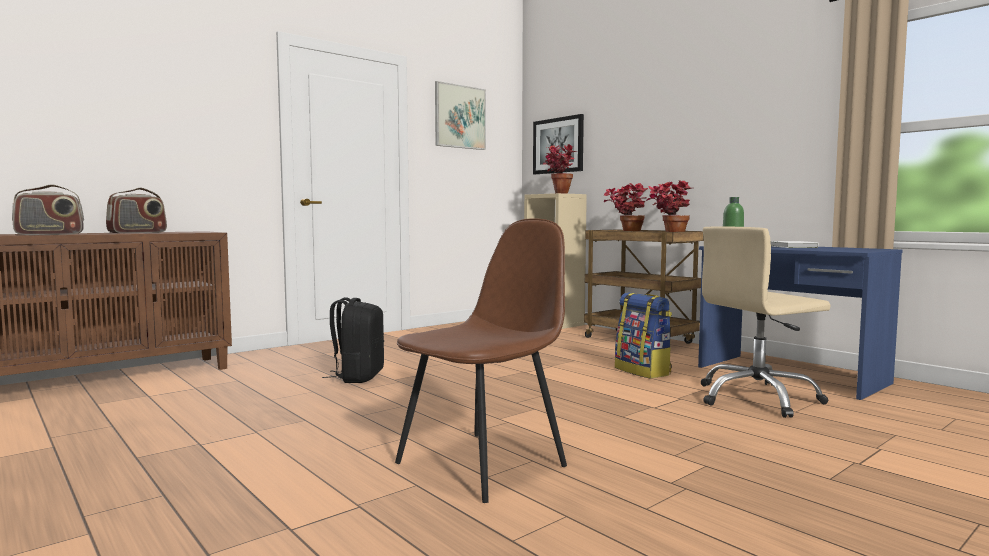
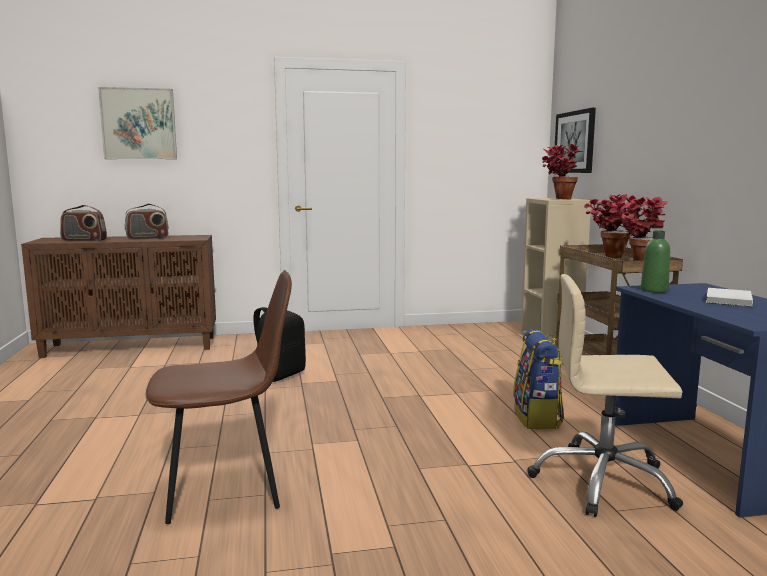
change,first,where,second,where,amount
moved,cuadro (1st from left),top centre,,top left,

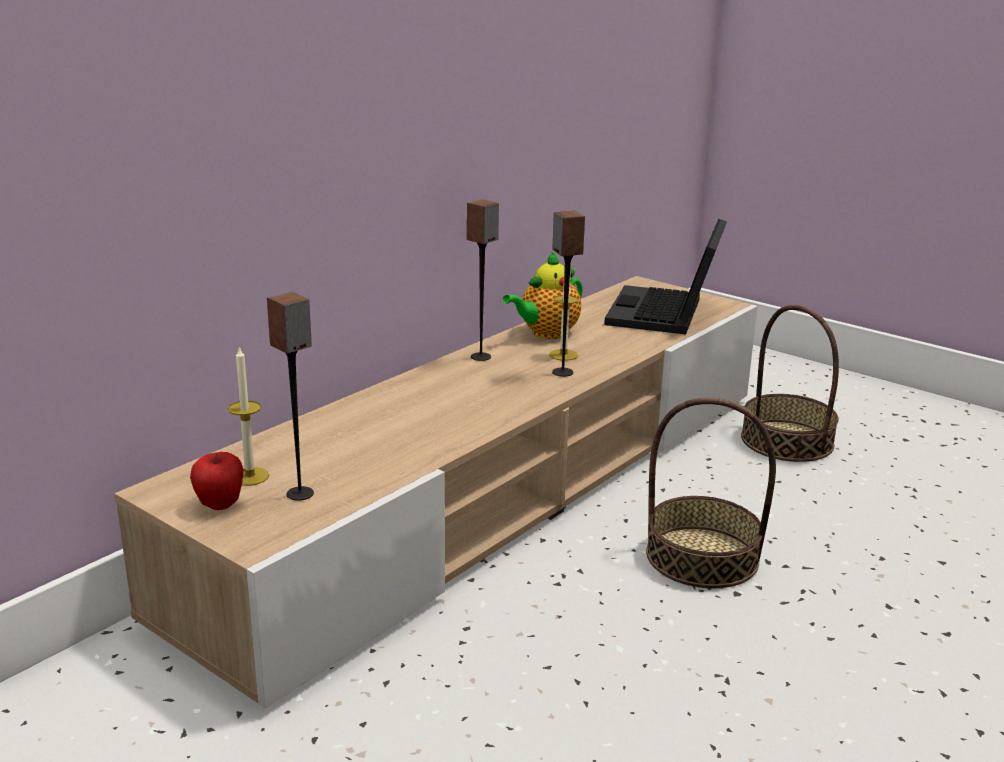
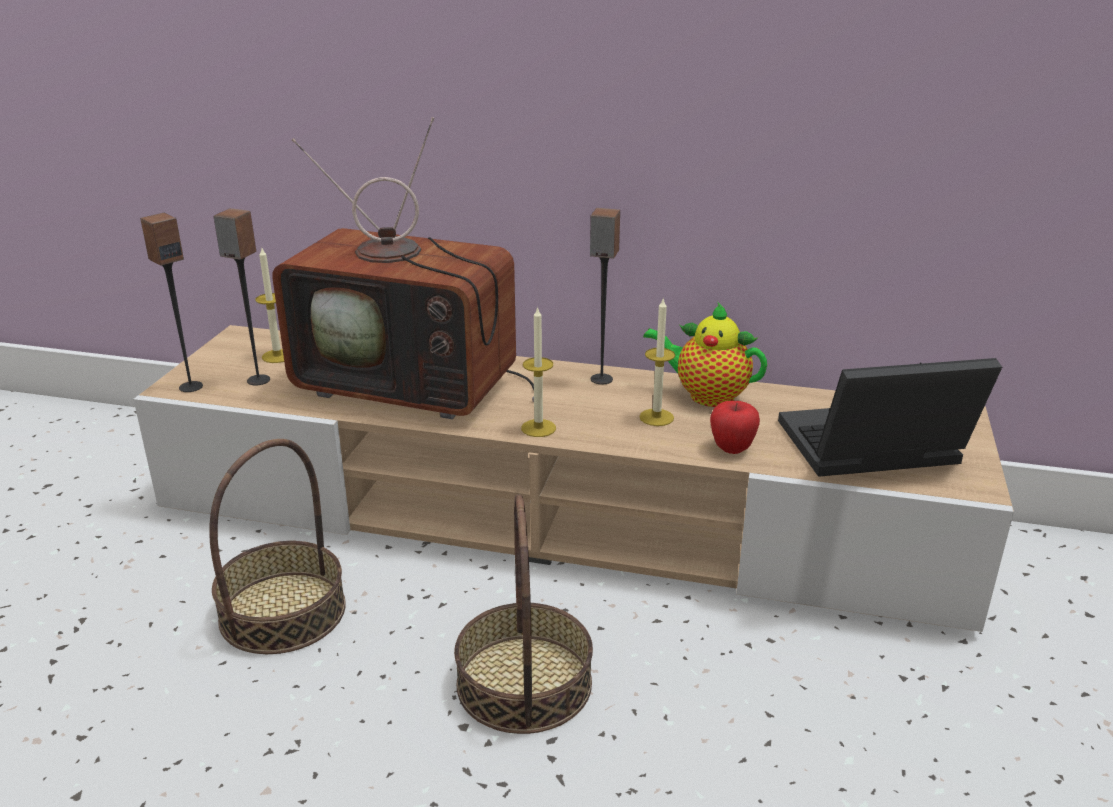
change,first,where,second,where,amount
moved,altavoz (3rd from left in the first image),centre,altavoz (1st from left),middle left,
moved,cesta (2nd from left in the first image),middle right,cesta (1st from left),bottom left,
added,,,televisor,top centre,
added,,,vela (2nd from left),centre,
moved,manzana,middle left,,centre,

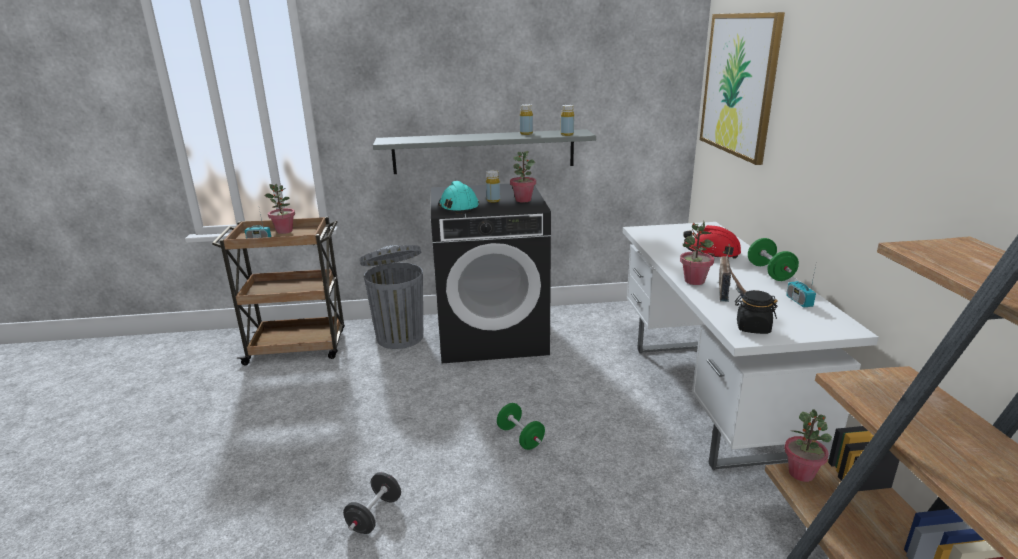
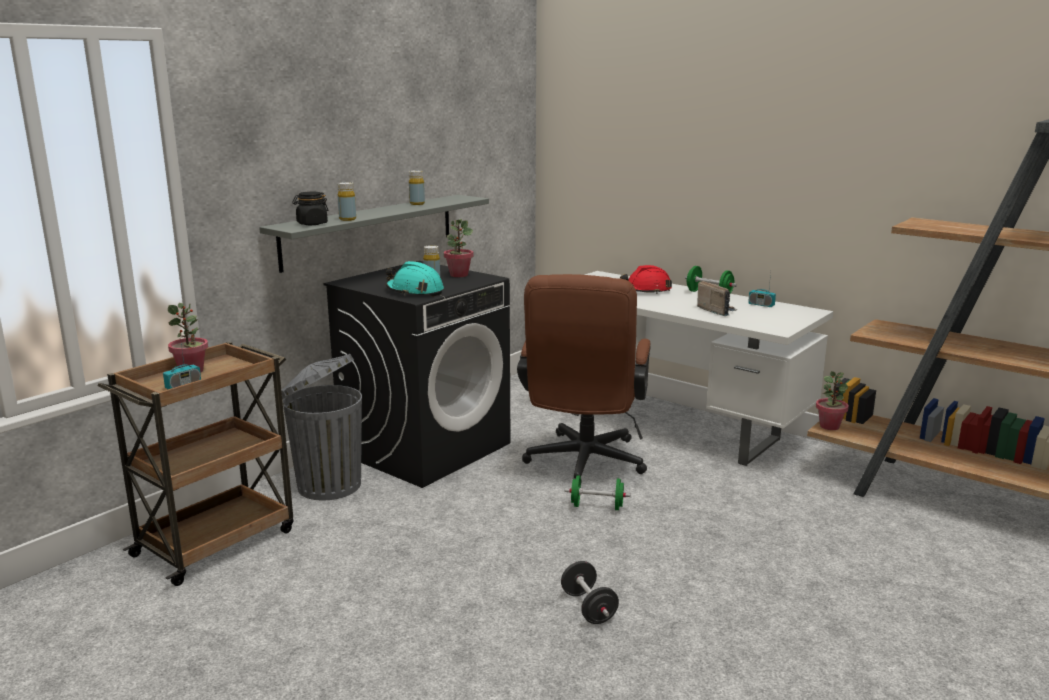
change,first,where,second,where,amount
moved,tarro (negro),middle right,,top left,
moved,botella (amarillo) (3rd from left in the first image),top centre,botella (amarillo) (1st from left),top left,
added,,,silla de oficina (marrón),centre,
removed,planta en maceta (3rd from left),middle right,,,
removed,cuadro,top right,,,

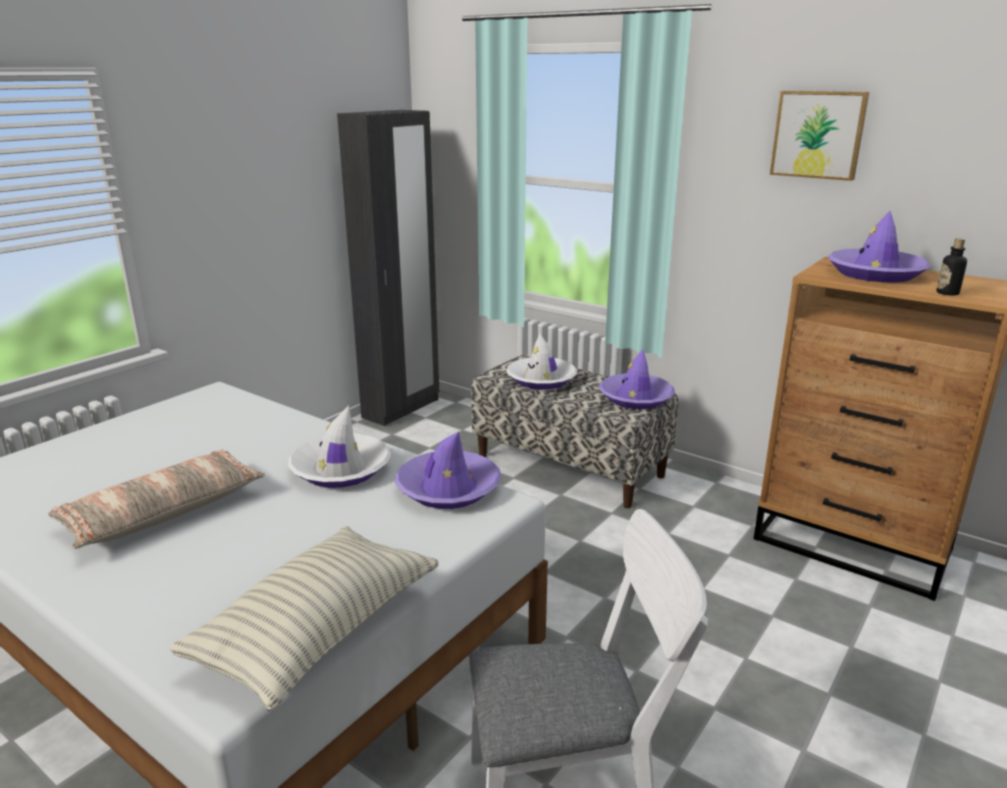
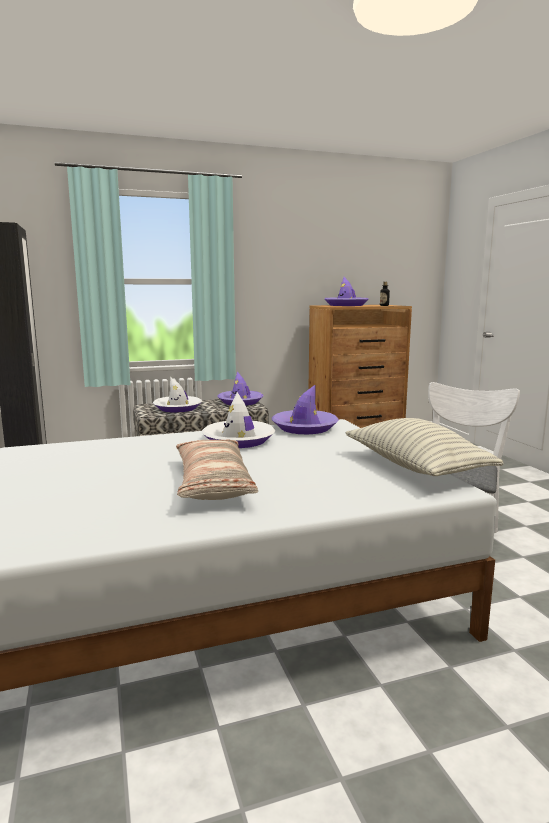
change,first,where,second,where,amount
removed,cuadro,top right,,,

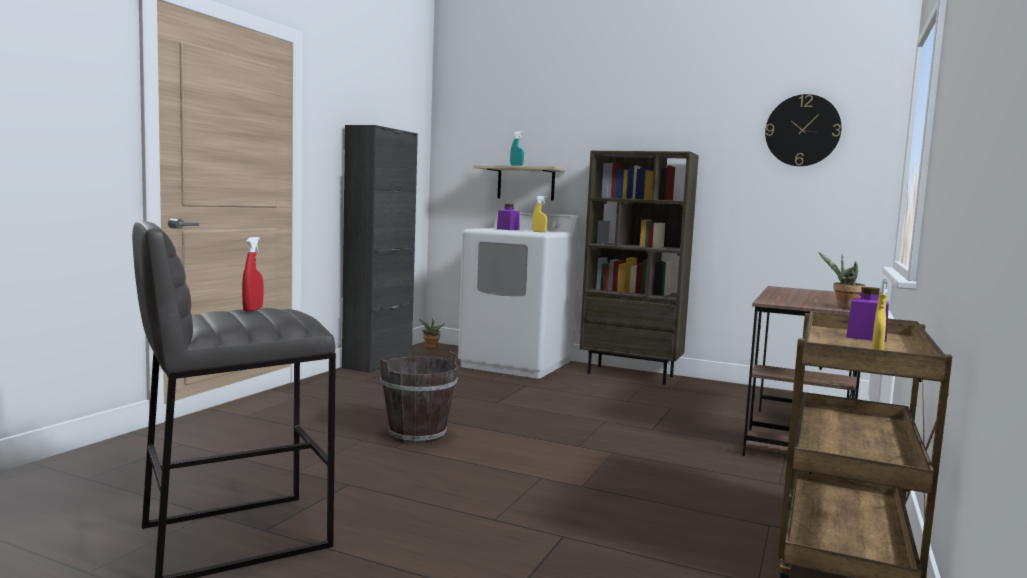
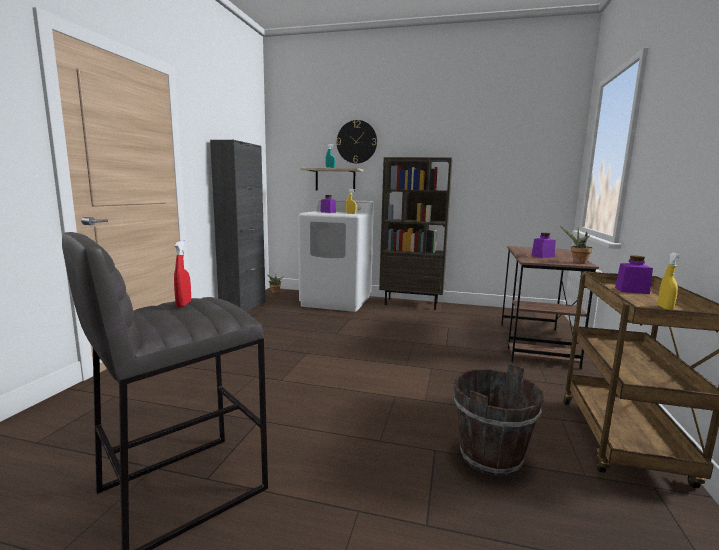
change,first,where,second,where,amount
moved,reloj de pared,top right,,top centre,
moved,cubo (marrón),bottom centre,,bottom right,
added,,,tarro (morado) (2nd from left),middle right,

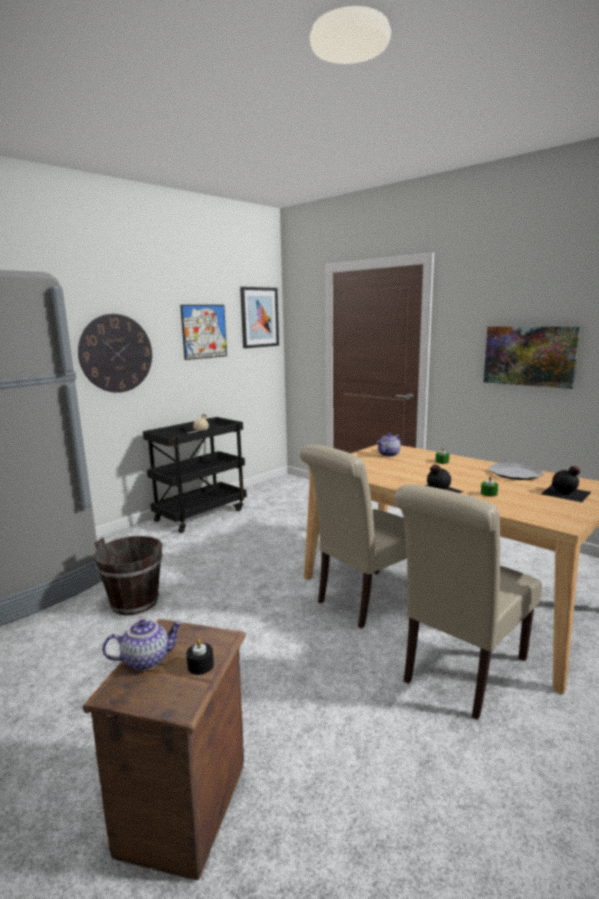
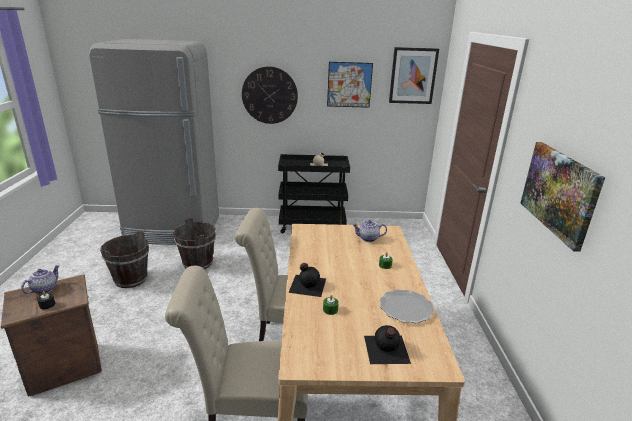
change,first,where,second,where,amount
turned,tetera (1st from left),bottom left,,middle left,90 degrees counterclockwise
added,,,cubo (marrón) (1st from left),middle left,

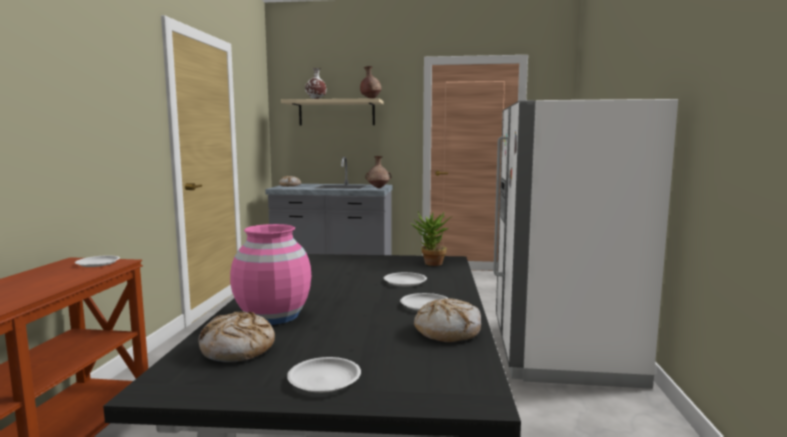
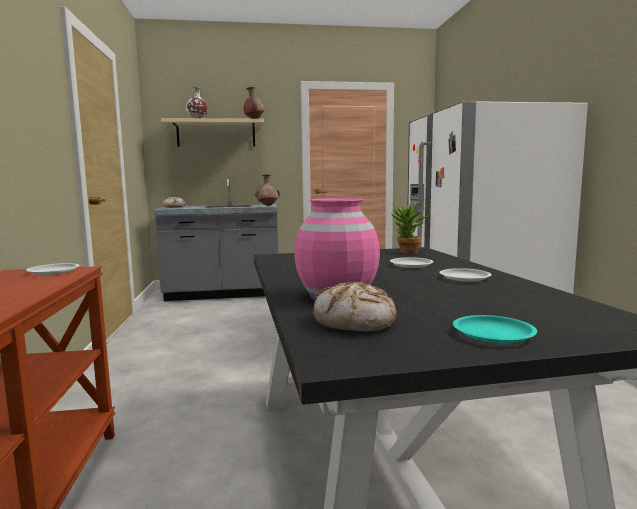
change,first,where,second,where,amount
recoloured,plato (blanco) (2nd from left),bottom centre,plato (turquesa),middle right,
removed,pan (3rd from left),bottom centre,,,

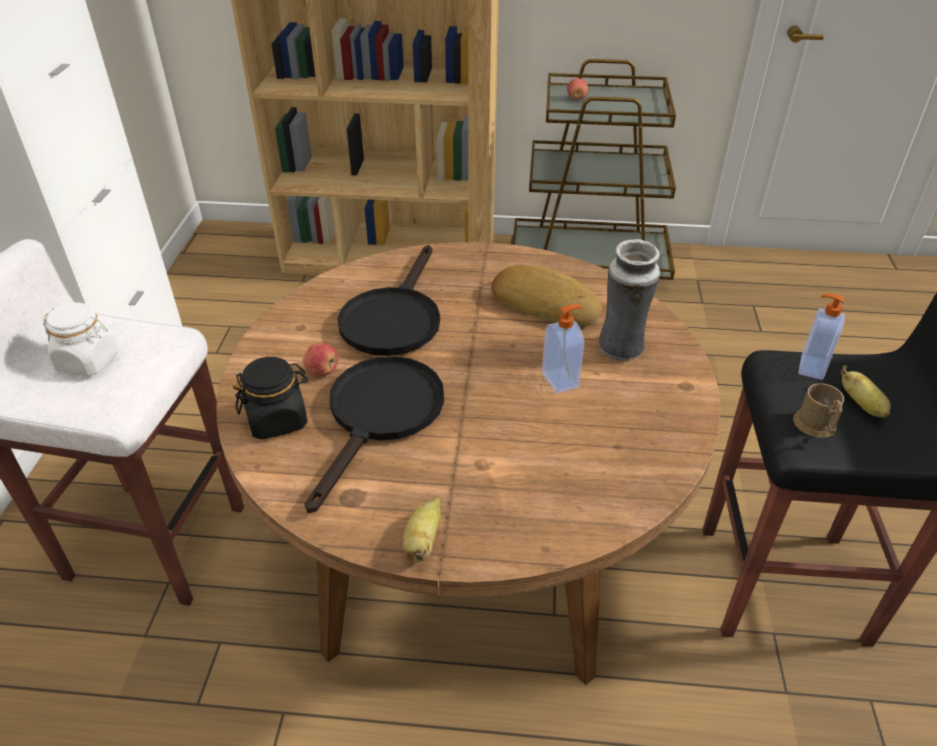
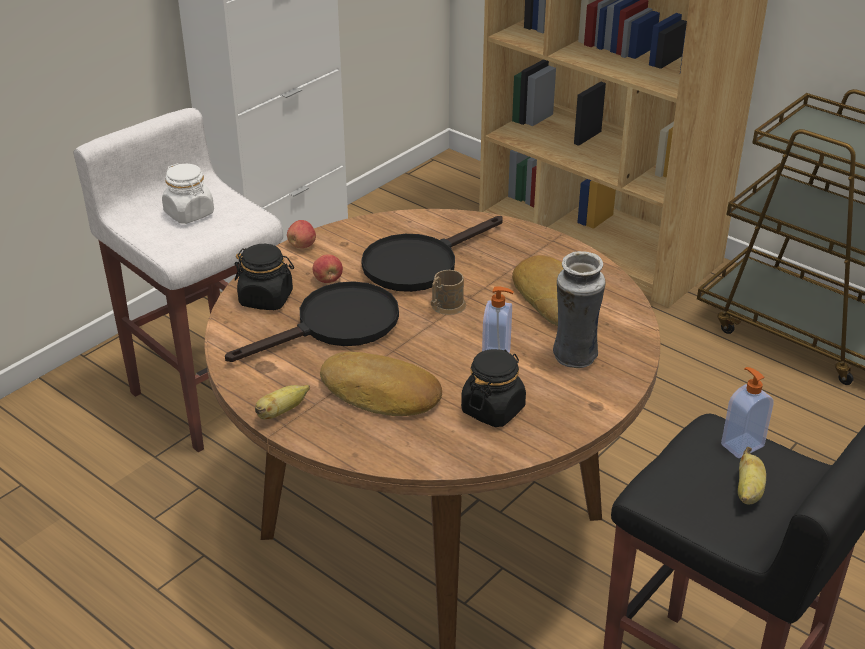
change,first,where,second,where,amount
moved,manzana (2nd from left in the first image),top centre,manzana (1st from left),centre,
added,,,pan (1st from left),centre,
moved,taza grande (marrón),middle right,,centre,
added,,,tarro (negro) (2nd from left),centre,

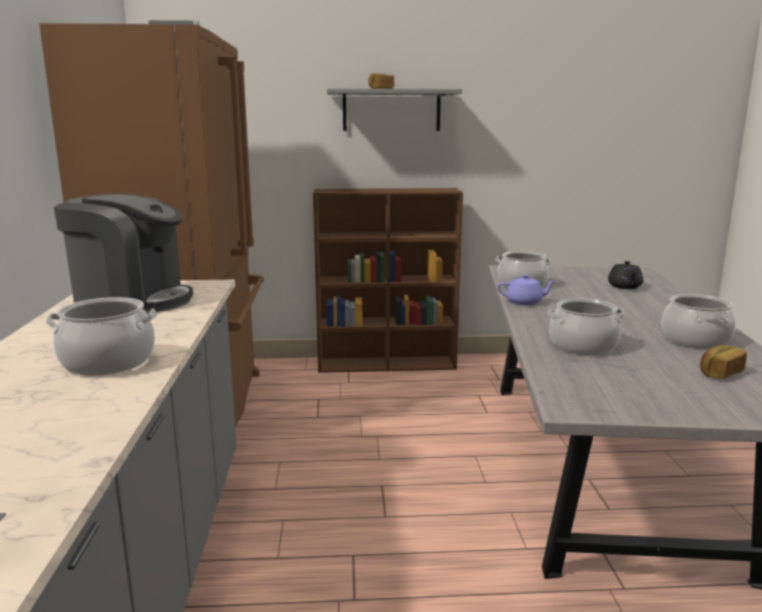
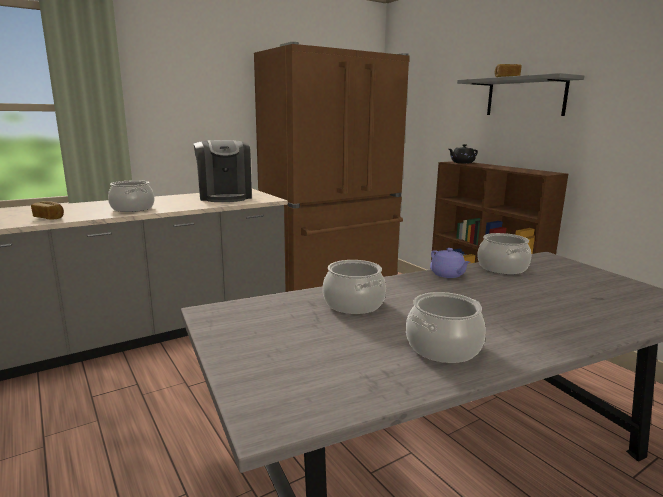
change,first,where,second,where,amount
moved,pan (2nd from left in the first image),middle right,pan (1st from left),middle left,
moved,tetera (negro),middle right,,top right,

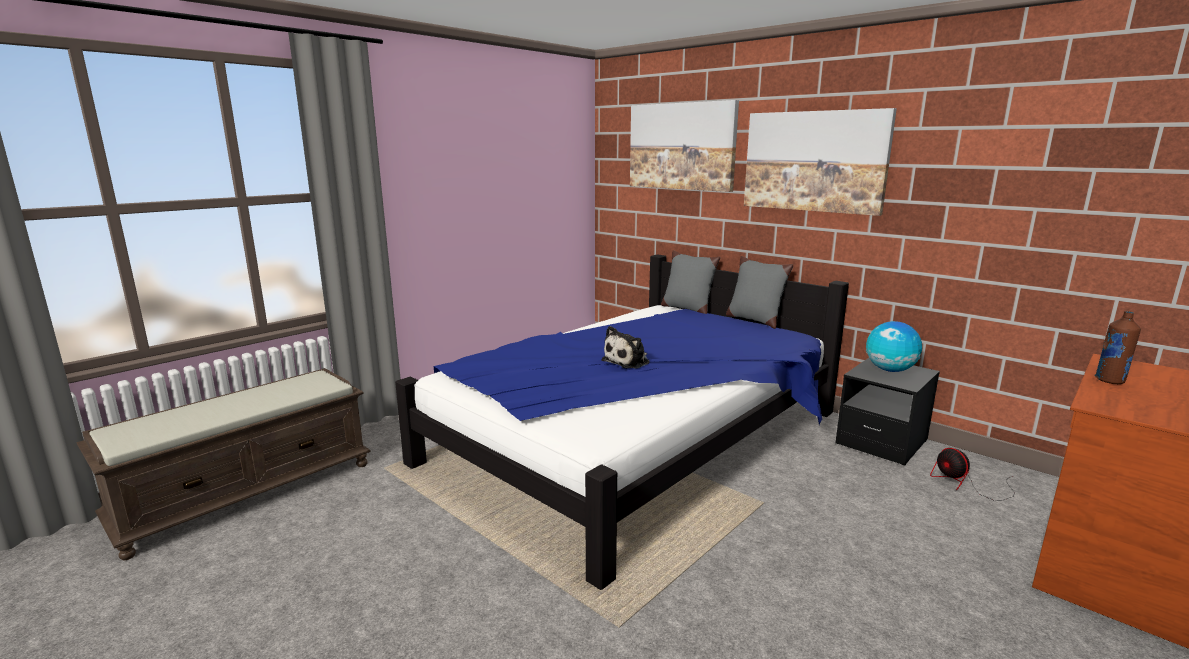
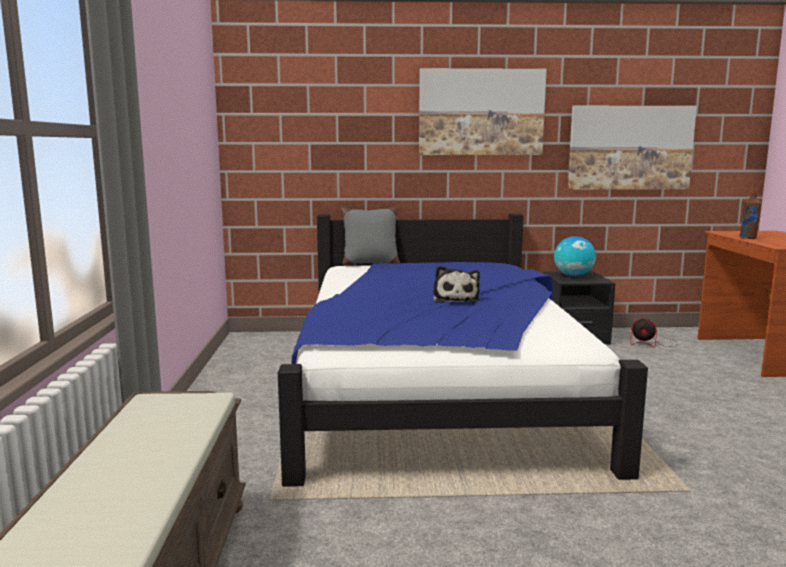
change,first,where,second,where,amount
moved,cuadro (1st from left in the first image),top centre,cuadro (2nd from left),top right,
removed,cojín (gris) (2nd from left),centre,,,

